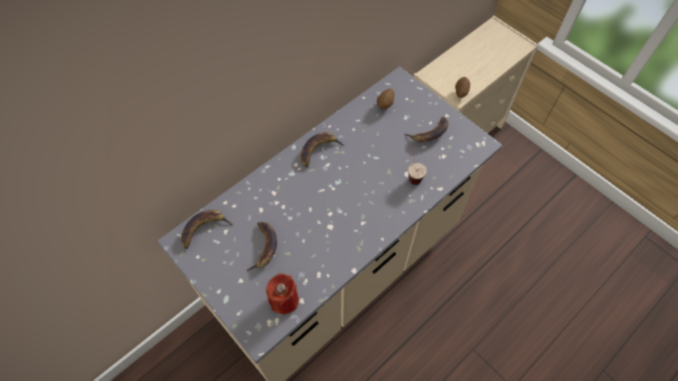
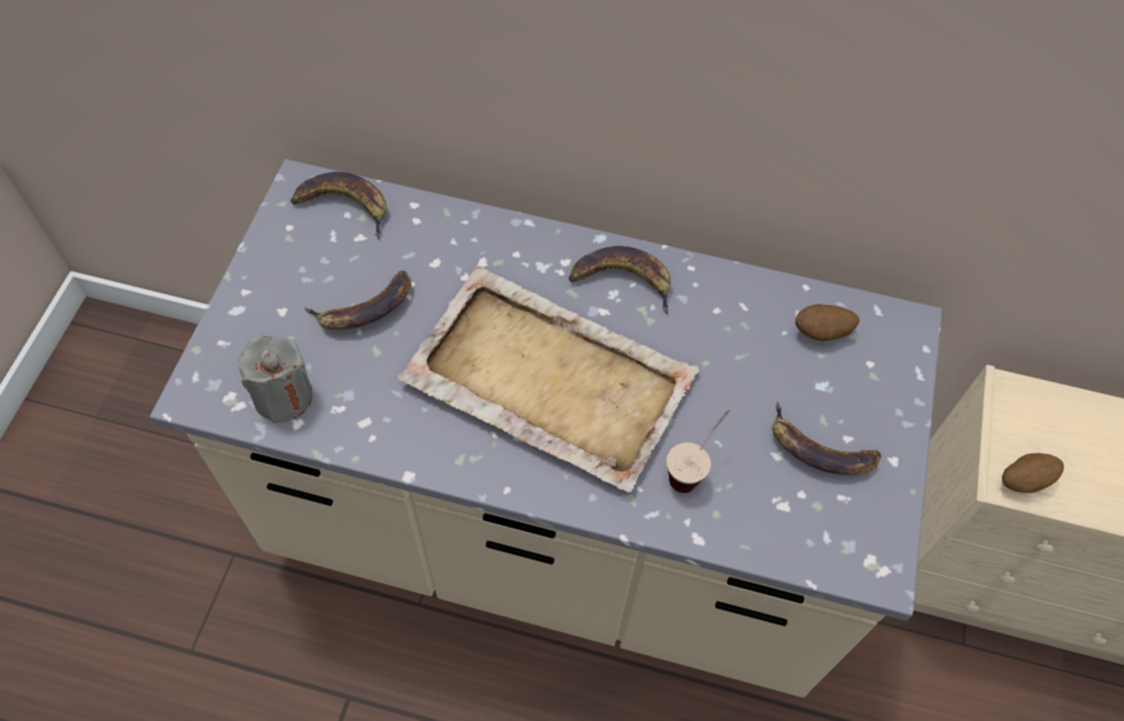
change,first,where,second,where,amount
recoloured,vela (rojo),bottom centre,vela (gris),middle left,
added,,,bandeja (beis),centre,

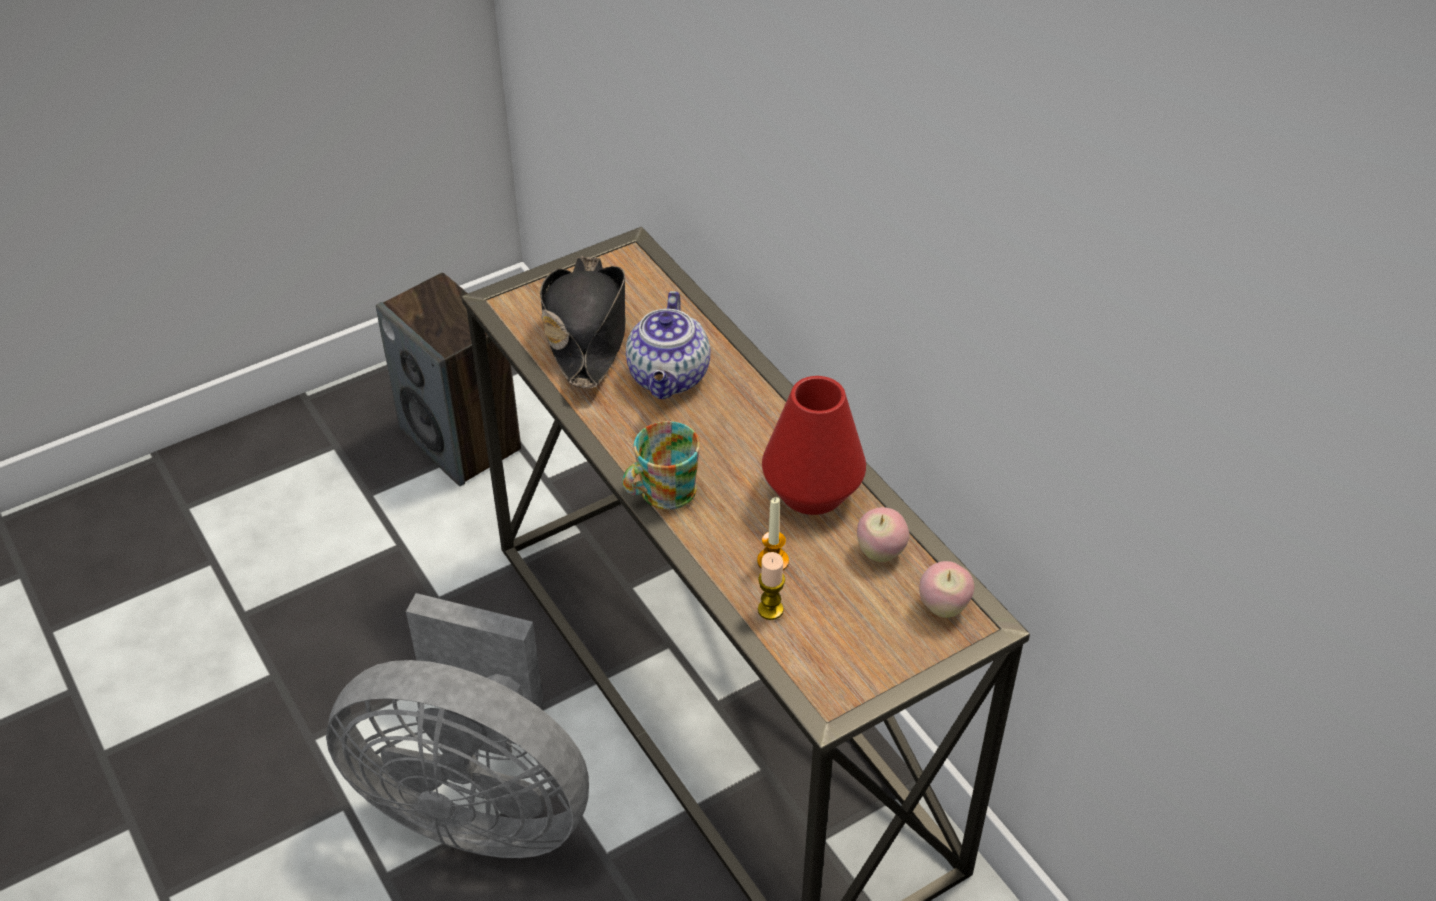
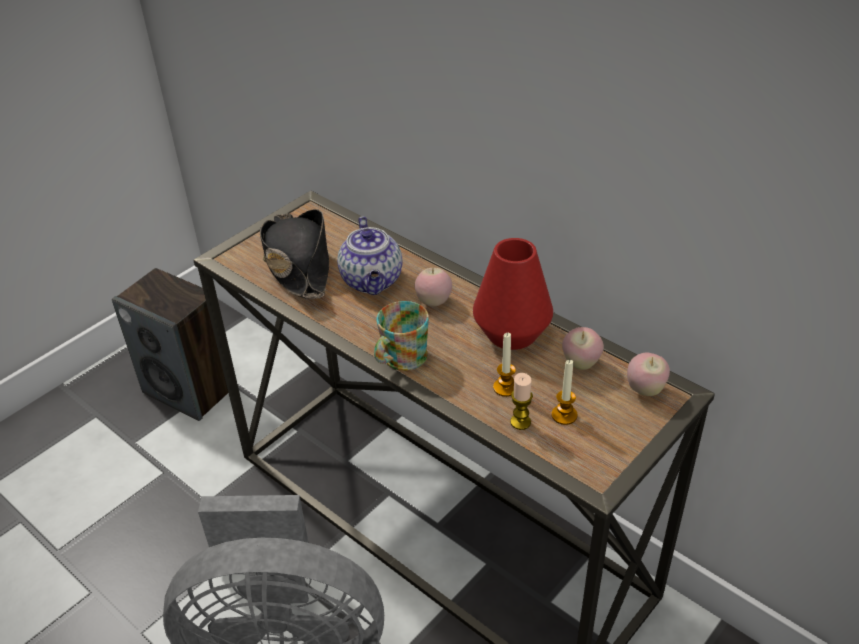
change,first,where,second,where,amount
added,,,manzana (1st from left),centre,
added,,,vela (3rd from left),centre,

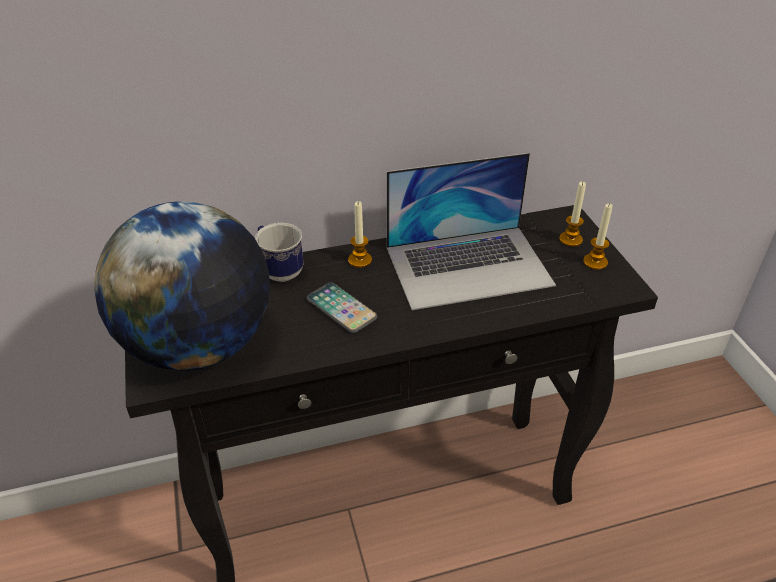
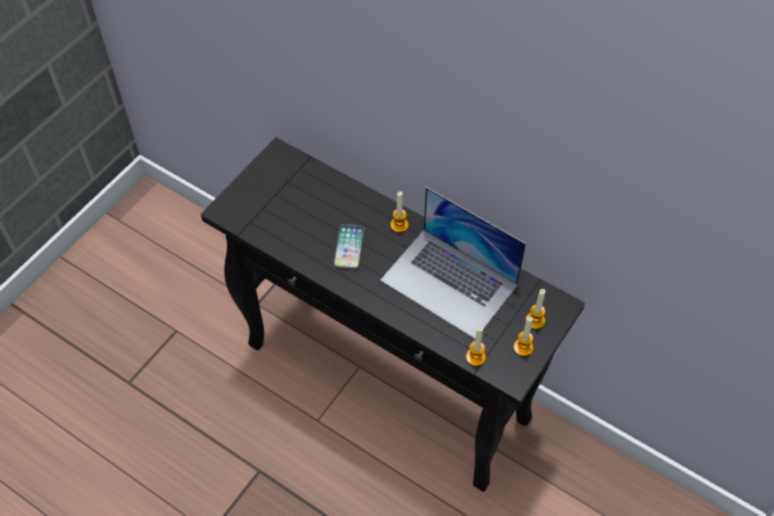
change,first,where,second,where,amount
added,,,vela (2nd from left),bottom centre,
removed,globo terráqueo,middle left,,,
removed,taza grande,centre,,,

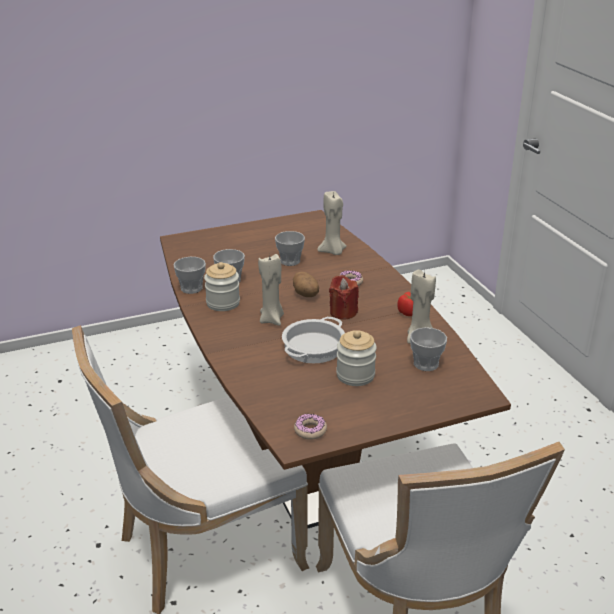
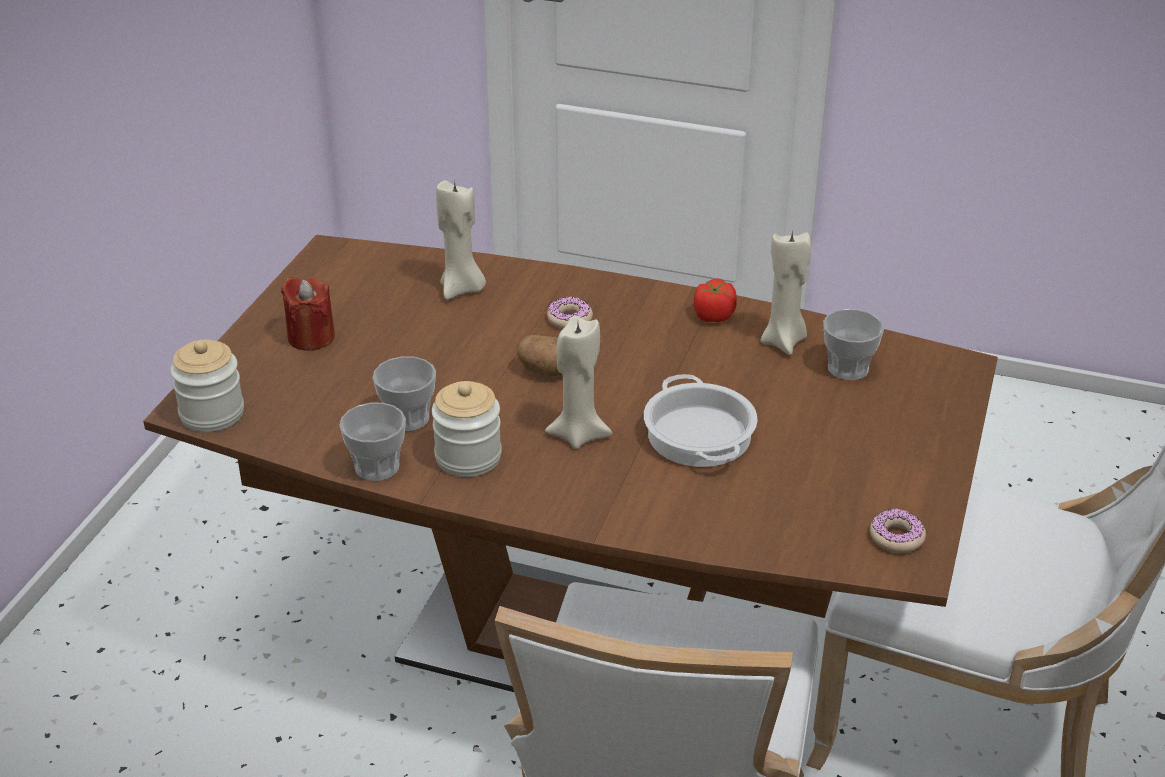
change,first,where,second,where,amount
moved,tarro (2nd from left in the first image),centre,tarro (1st from left),middle left,
moved,vela (rojo),centre,,middle left,
removed,taza (3rd from left),centre,,,

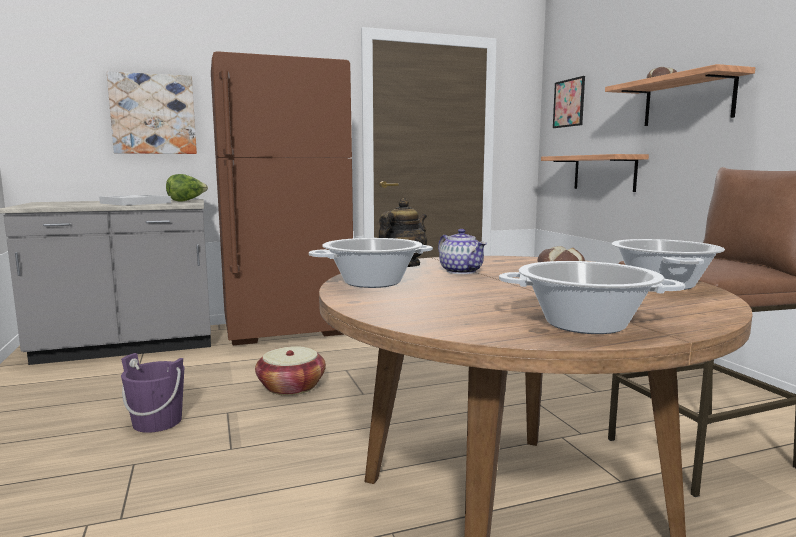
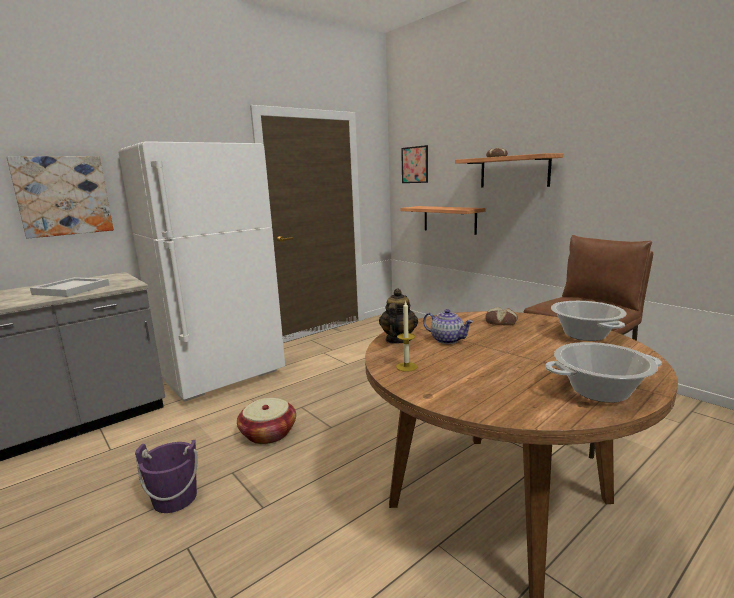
change,first,where,second,where,amount
recoloured,nevera (marrón),centre,nevera (blanco),middle left,
replaced,olla (1st from left),centre,vela,centre,
removed,lechuga,middle left,,,

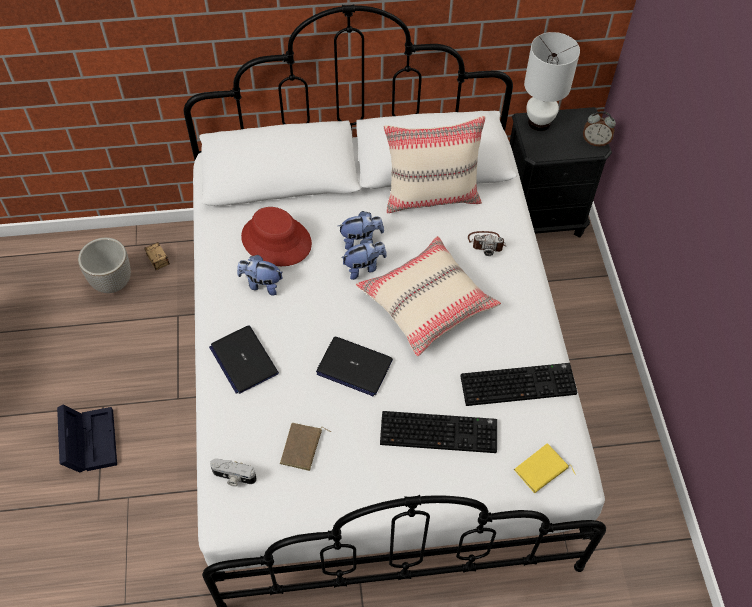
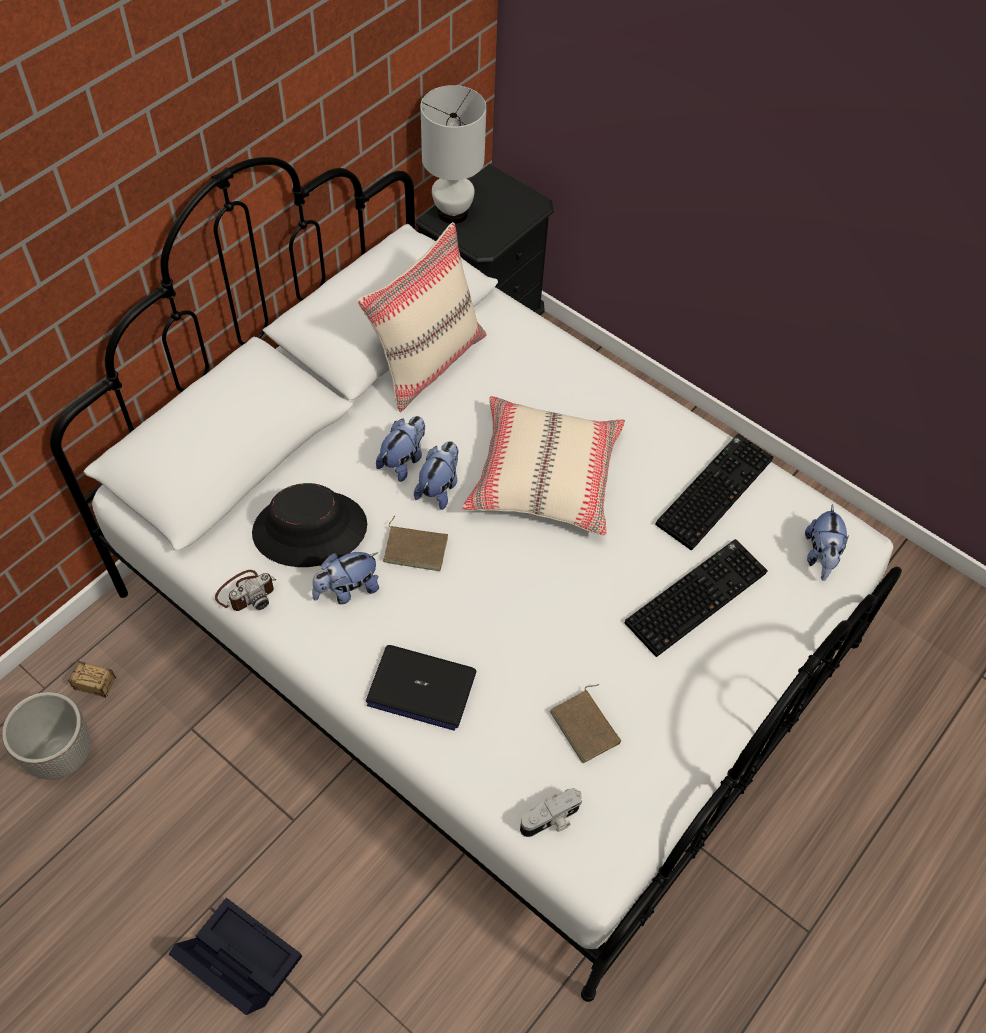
change,first,where,second,where,amount
moved,cámara (2nd from left in the first image),centre,cámara (1st from left),middle left,
recoloured,sombrero (rojo),centre,sombrero (negro),middle left,
added,,,libro (marrón) (1st from left),centre,
replaced,libro (amarillo),bottom right,peluche (4th from left),middle right,
removed,portátil (2nd from left),centre,,,
removed,despertador,top right,,,

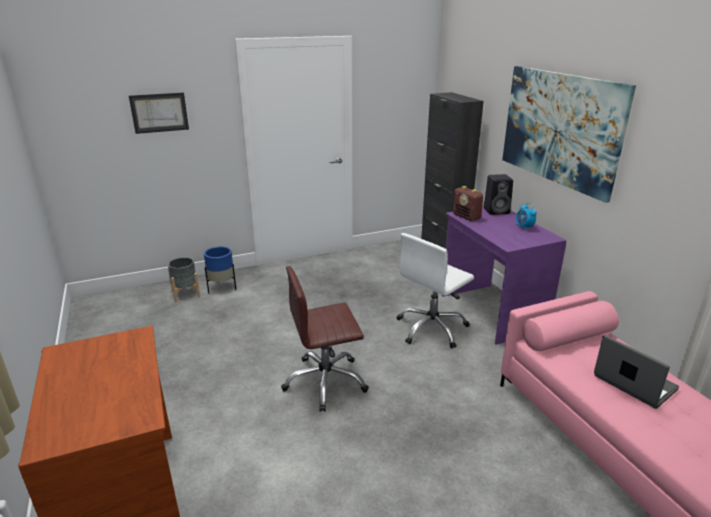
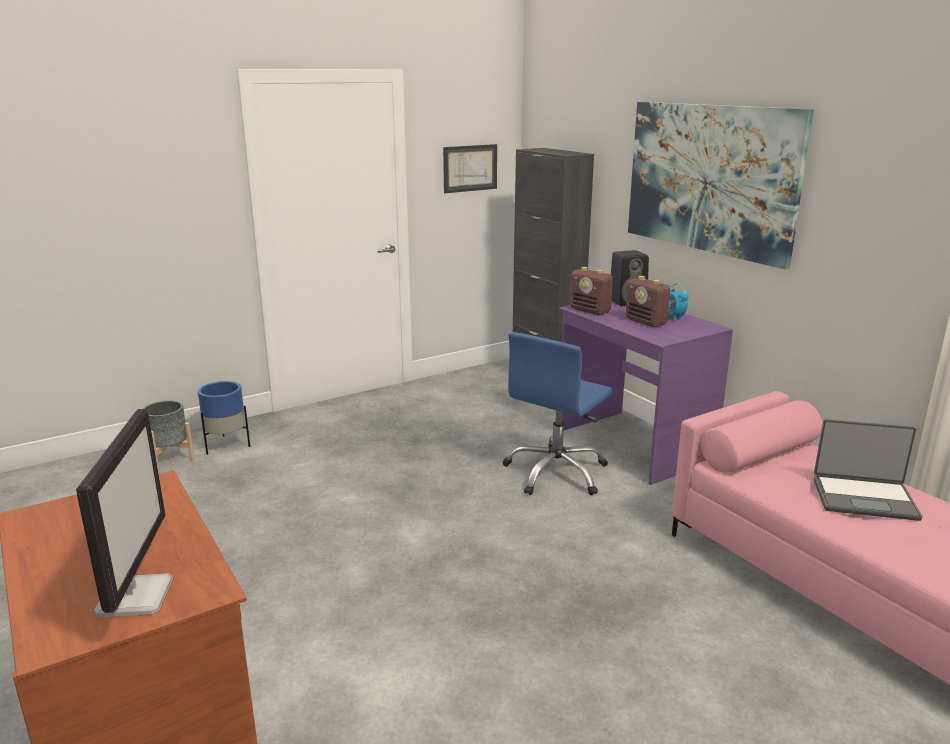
change,first,where,second,where,amount
added,,,monitor,bottom left,
moved,cuadro (1st from left),top left,,top centre,
recoloured,silla de oficina (blanco),centre,silla de oficina (azul),centre,
added,,,radio (2nd from left),middle right,
turned,portátil,bottom right,,middle right,150 degrees clockwise
removed,silla de oficina (marrón),centre,,,

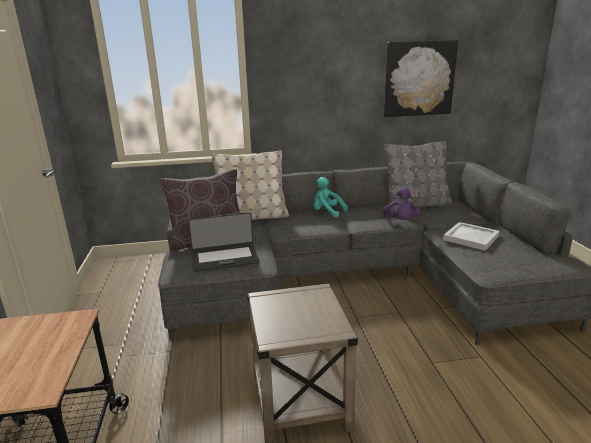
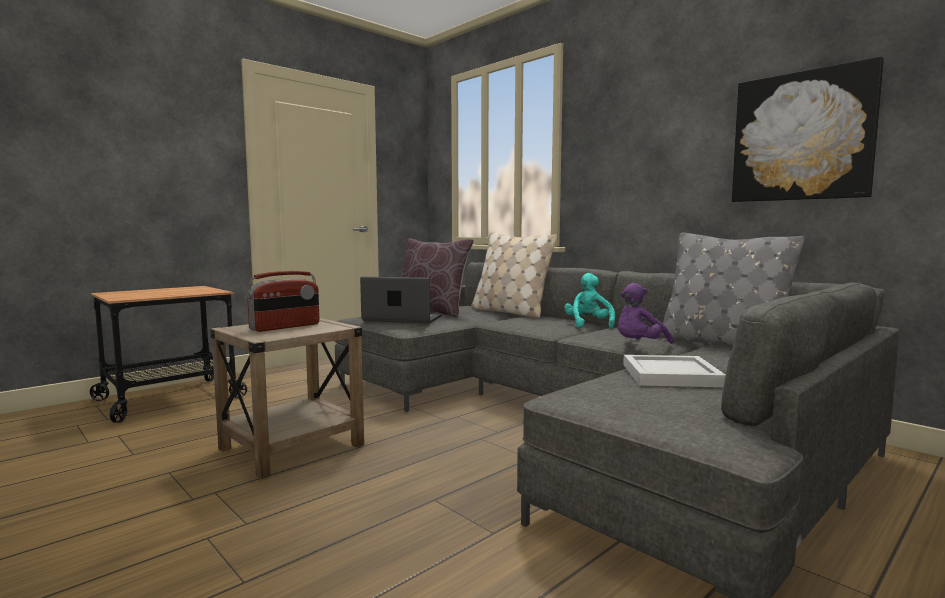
change,first,where,second,where,amount
added,,,radio,middle left,
turned,portátil,centre,,centre,150 degrees clockwise

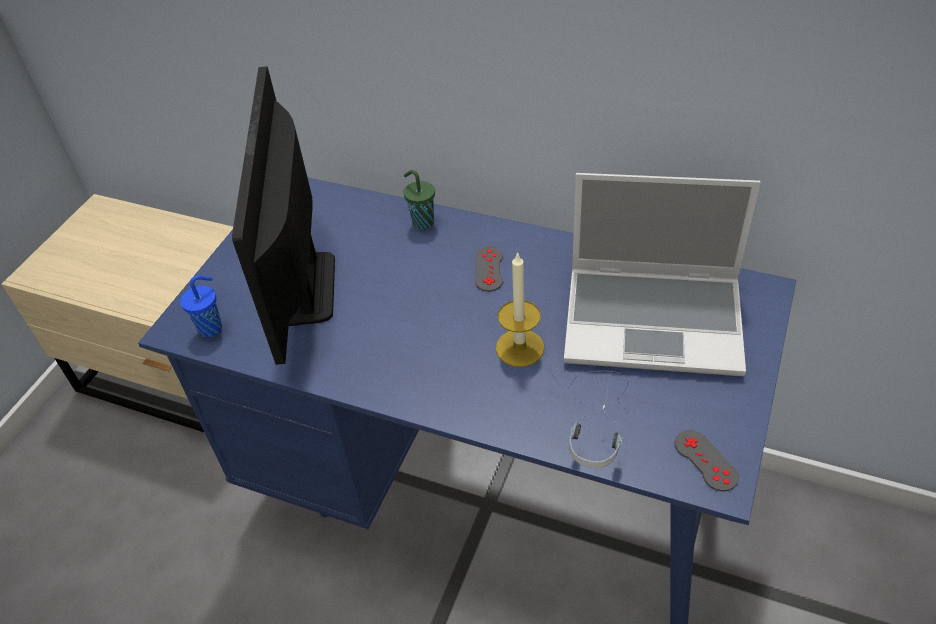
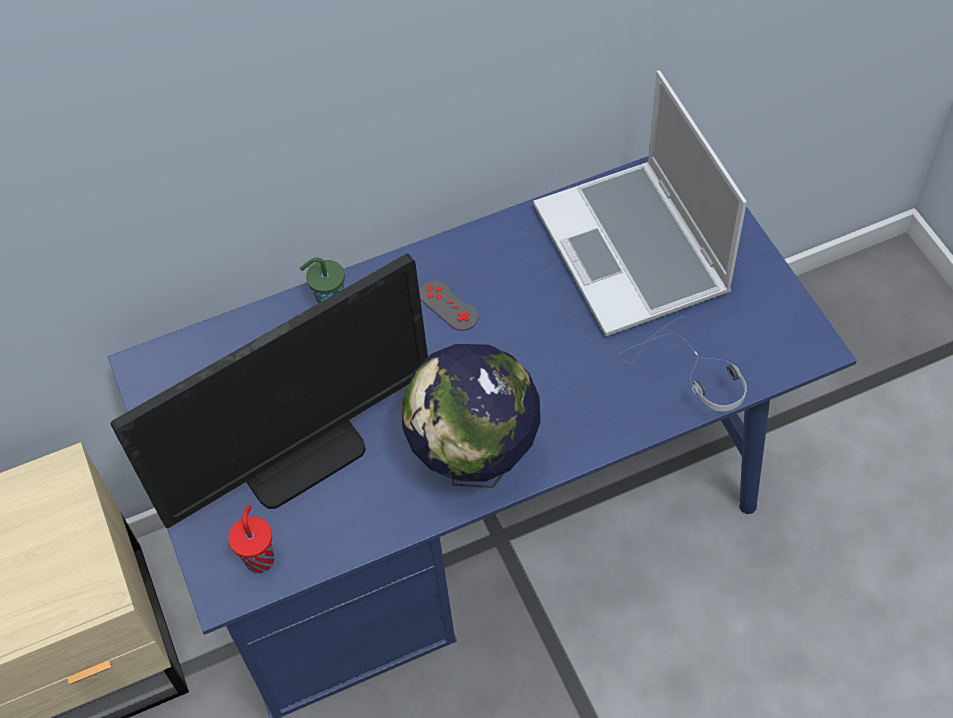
change,first,where,second,where,amount
turned,monitor,middle left,,middle left,75 degrees counterclockwise
recoloured,taza (azul),middle left,taza (rojo),bottom left,
added,,,globo terráqueo,centre,
turned,portátil,middle right,,top right,105 degrees clockwise
removed,vela,centre,,,
removed,mando de consola (gris) (2nd from left),bottom right,,,

